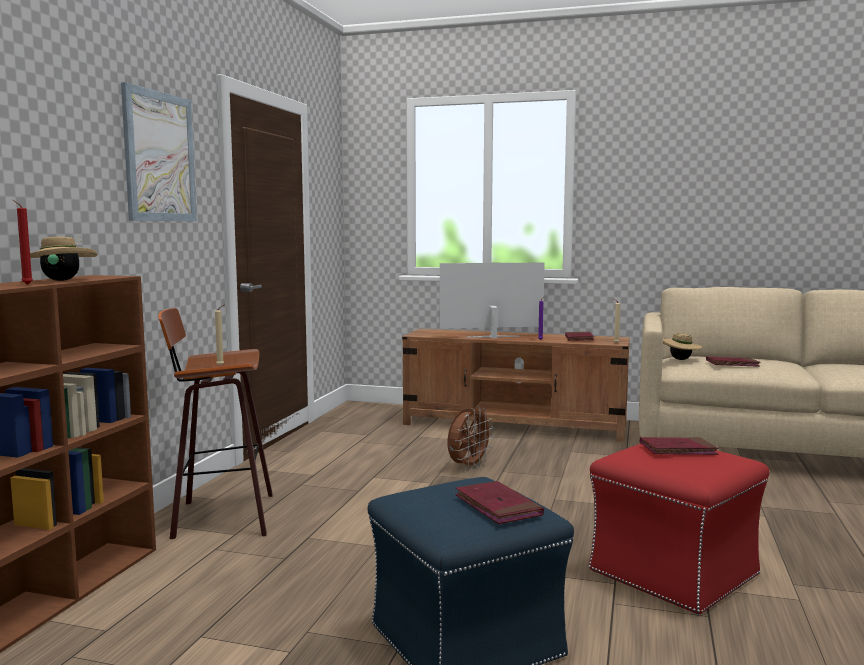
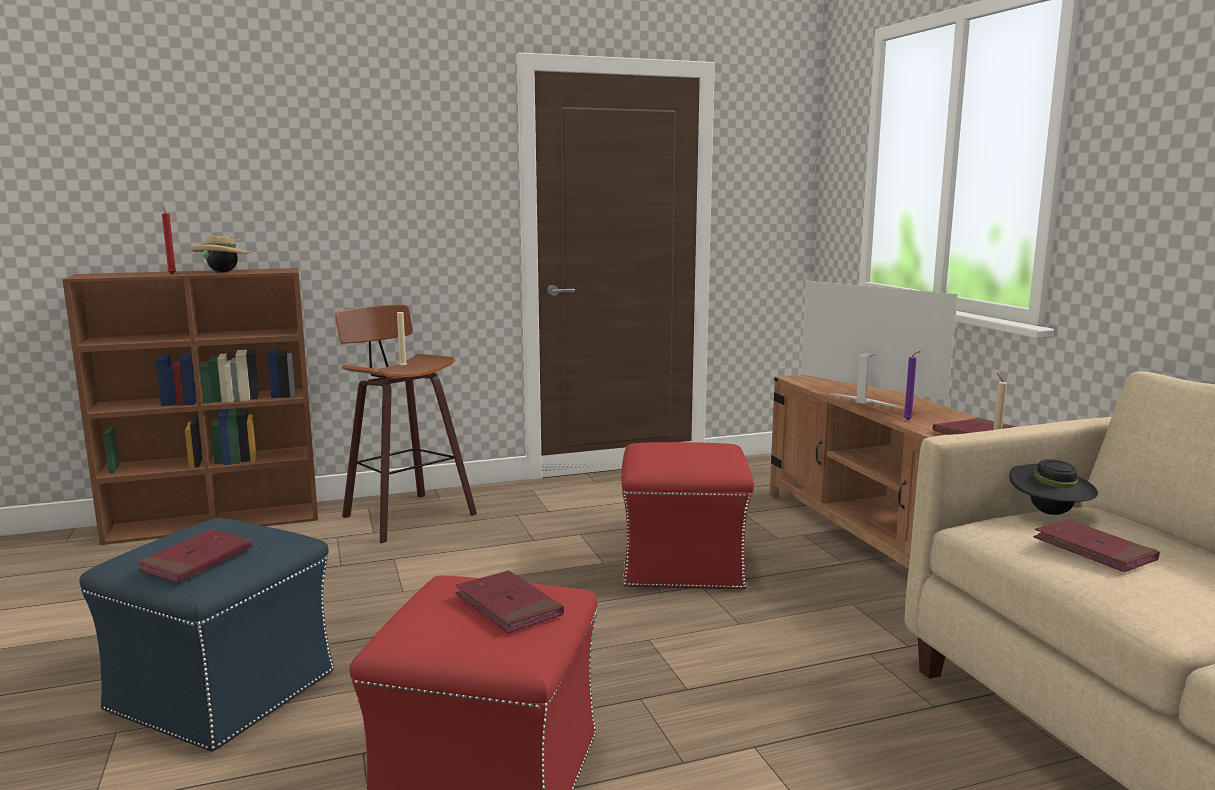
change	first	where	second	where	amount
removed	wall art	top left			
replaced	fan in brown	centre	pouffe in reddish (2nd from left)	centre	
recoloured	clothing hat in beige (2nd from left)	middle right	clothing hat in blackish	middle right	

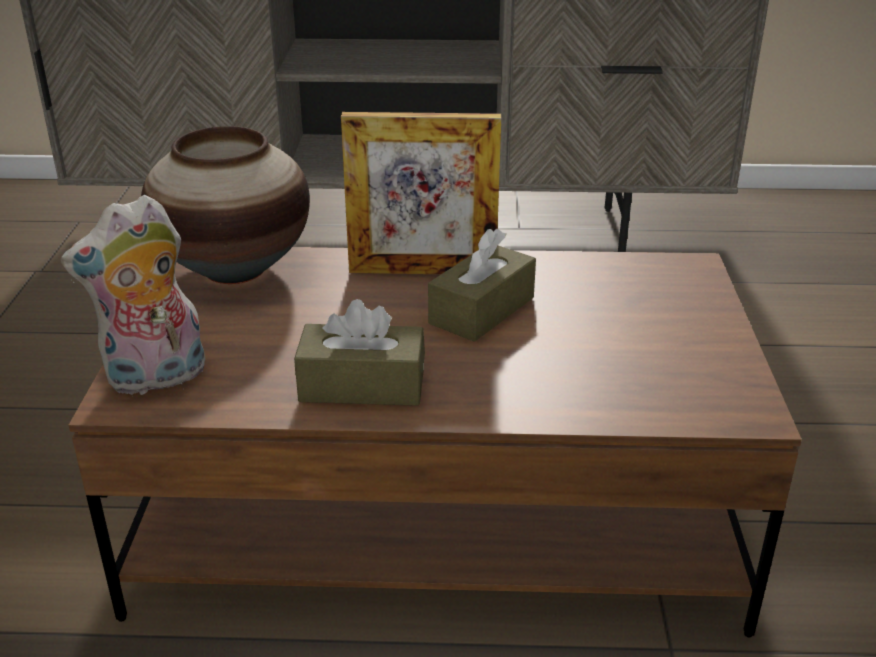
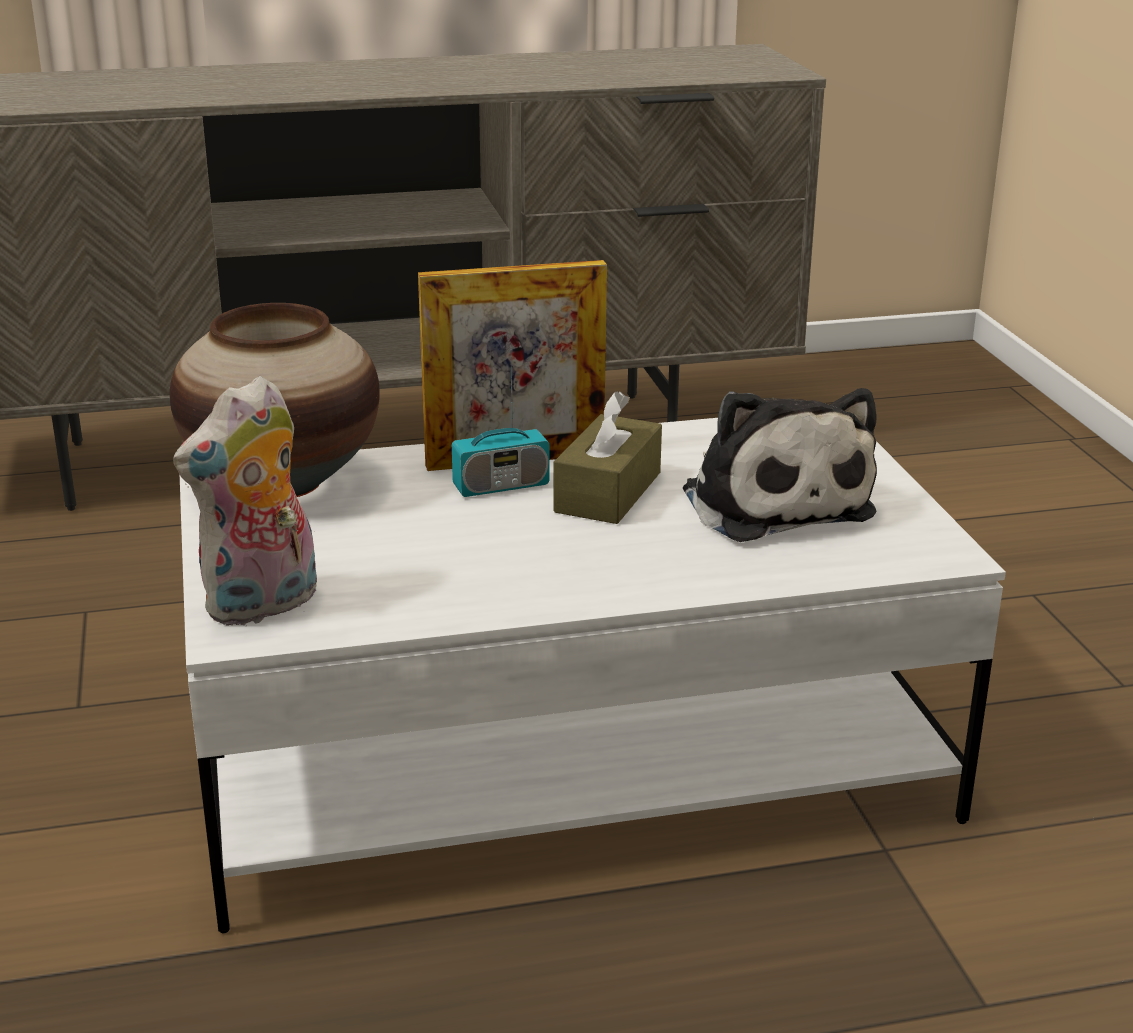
change	first	where	second	where	amount
recoloured	lounge table in brown	bottom centre	lounge table in whitish	centre	
removed	box of tissues in brown (1st from left)	centre			
added			radio	centre	
added			plush toy (2nd from left)	middle right	

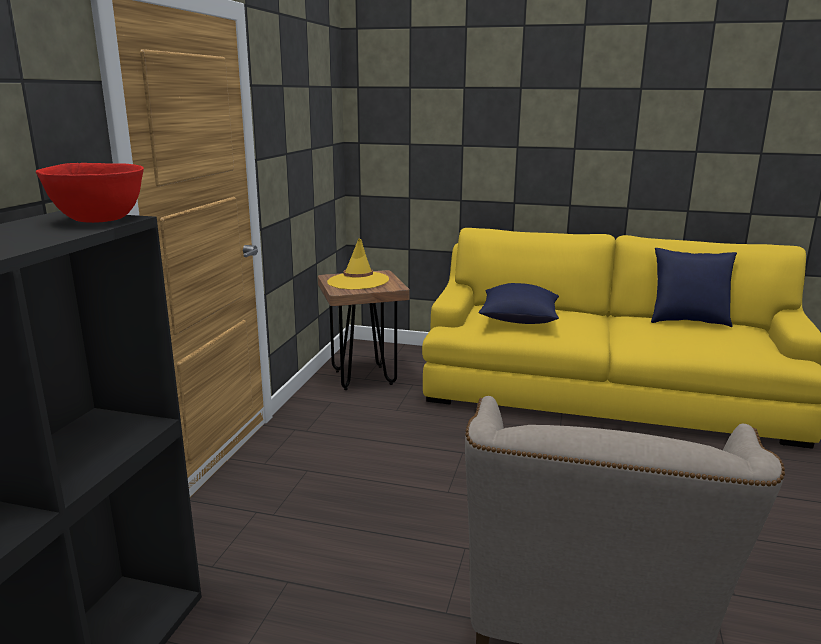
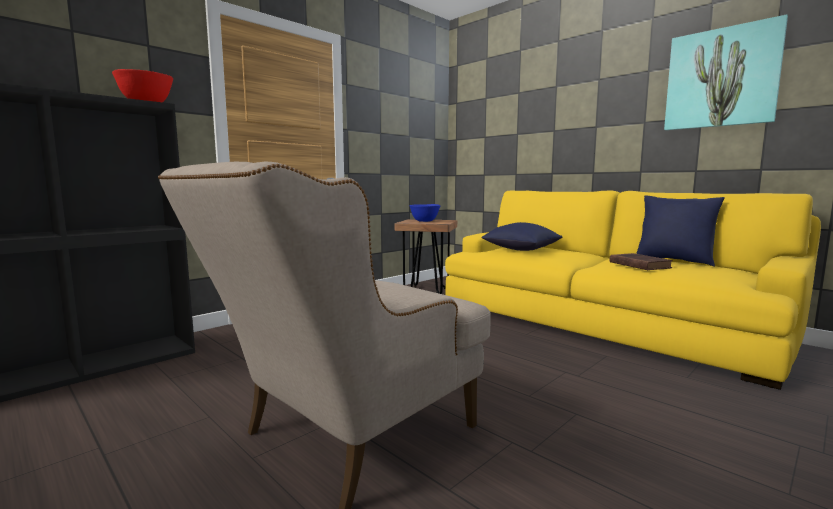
change	first	where	second	where	amount
replaced	clothing hat in yellow	centre	bowl in blue	centre	
added			bound book in brown	middle right	
added			wall art	top right	

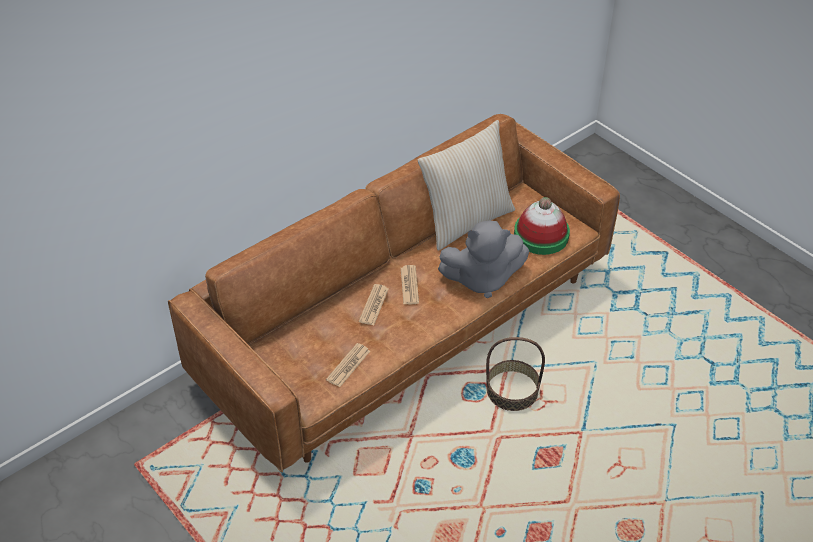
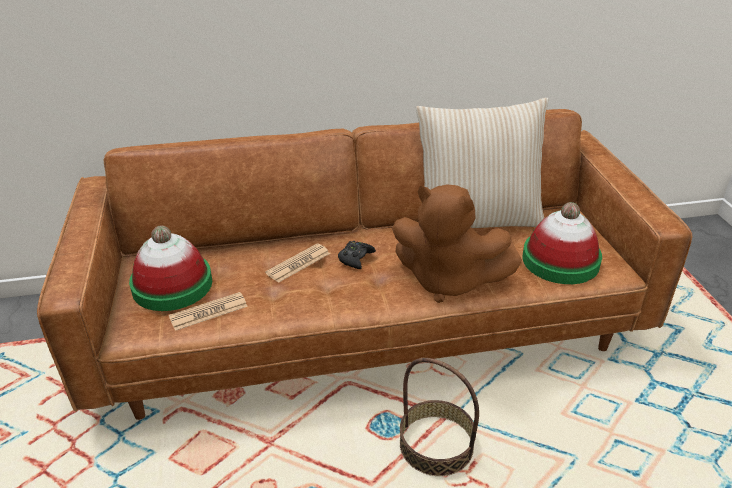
change	first	where	second	where	amount
replaced	newspaper (3rd from left)	centre	joypad in blackish	centre	
recoloured	plush toy in gray	centre	plush toy in brown	centre	
added			clothing hat (1st from left)	middle left	

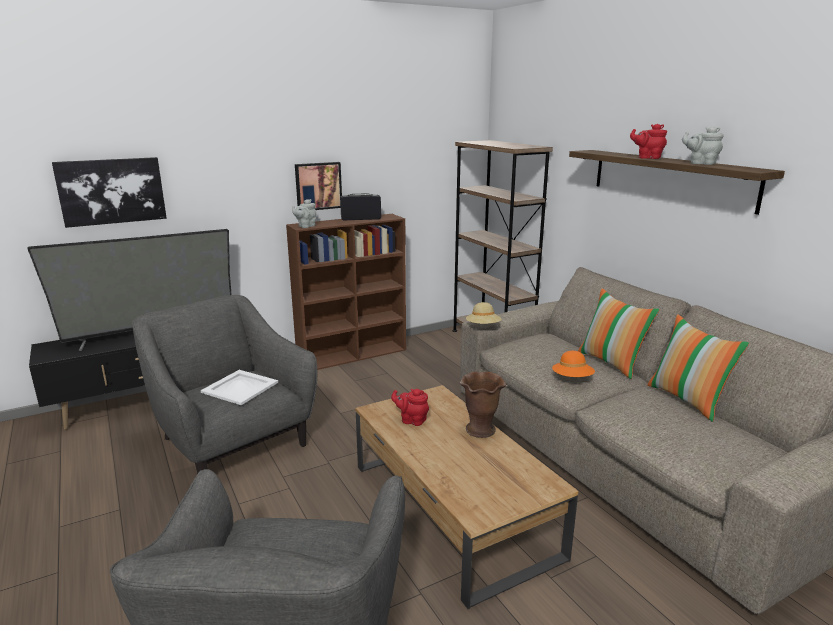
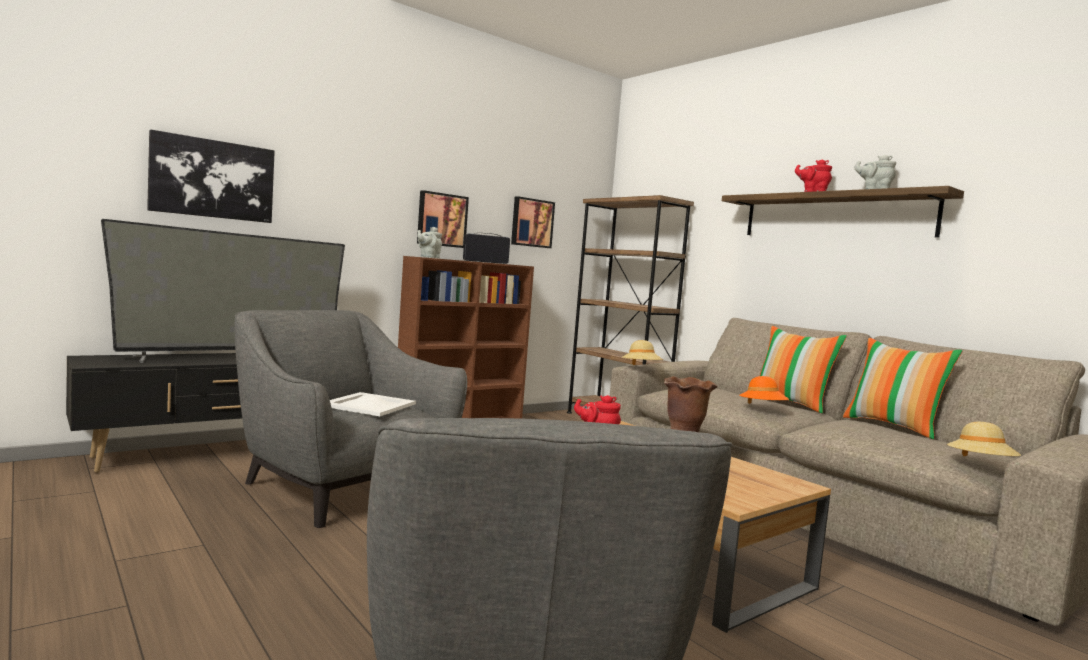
change	first	where	second	where	amount
added			wall art (3rd from left)	centre	
added			clothing hat in beige (2nd from left)	middle right	

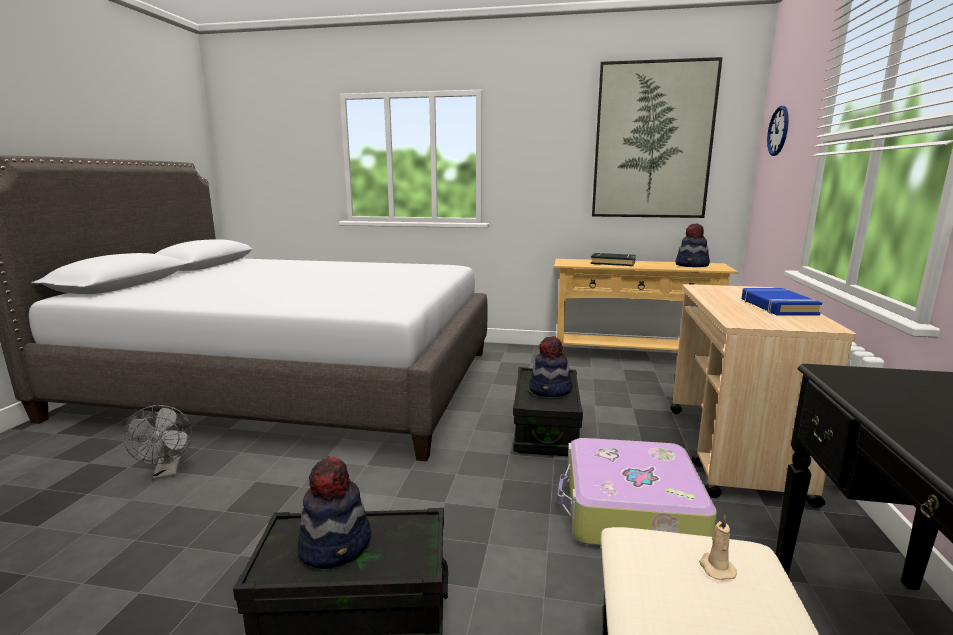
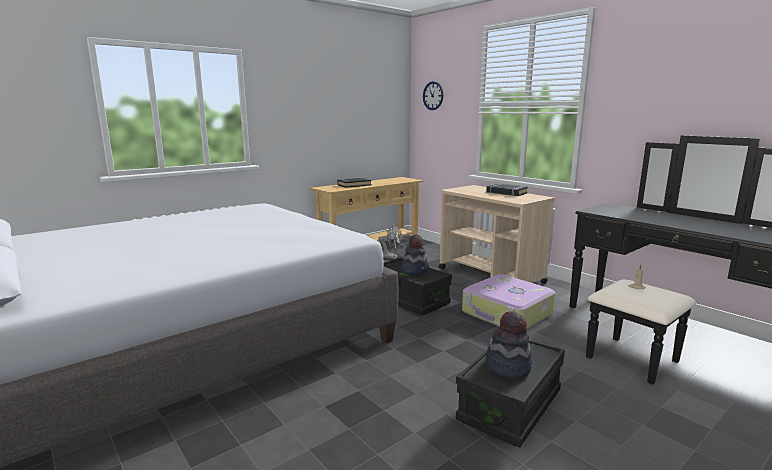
change	first	where	second	where	amount
moved	fan in gray	bottom left		centre	
removed	wall art	top right			
removed	clothing hat (3rd from left)	middle right			
recoloured	bound book in blue	middle right	bound book in blackish (2nd from left)	centre	

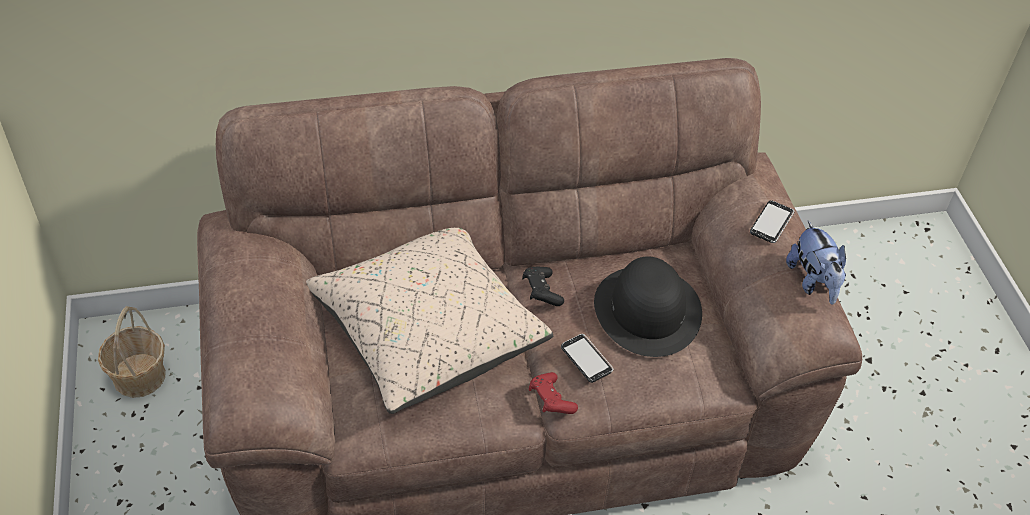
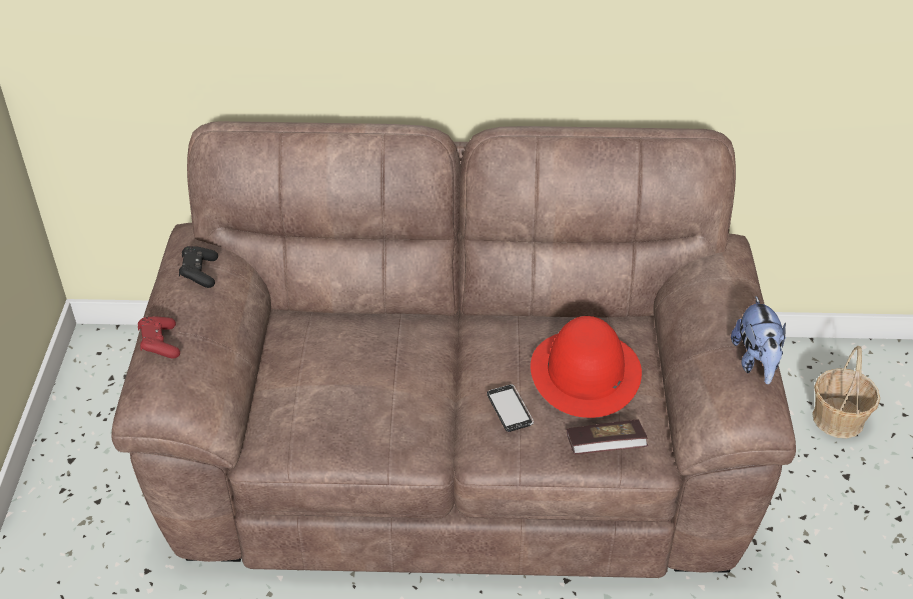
change	first	where	second	where	amount
moved	household basket	bottom left		middle right	
removed	cushion in beige	centre			
moved	joypad in blackish	centre		middle left	
moved	joypad in reddish	bottom centre		middle left	
recoloured	clothing hat in blackish	centre	clothing hat in reddish	centre	
removed	telephone (2nd from left)	middle right			
added			bound book	bottom centre	

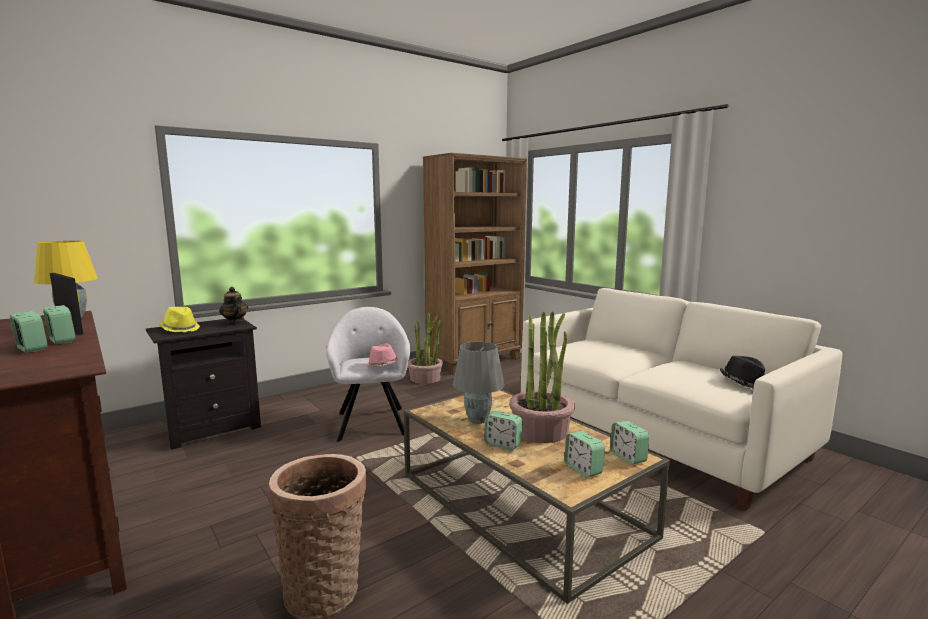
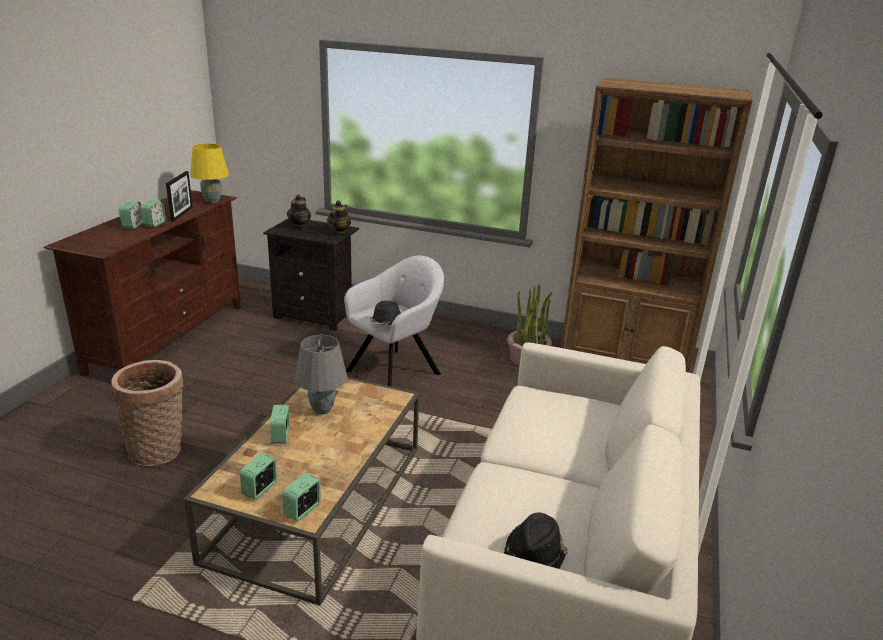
change	first	where	second	where	amount
replaced	clothing hat in yellow	middle left	pot for tea (1st from left)	top centre	
recoloured	clothing hat in pinkish	centre	clothing hat in blackish (1st from left)	centre	
removed	plant in a pot (2nd from left)	centre			

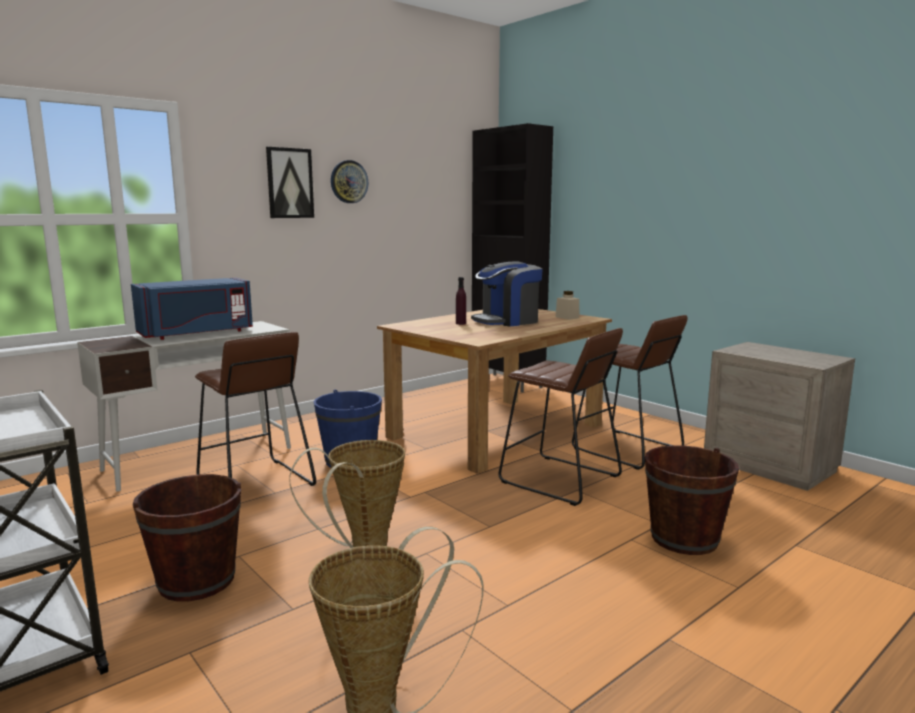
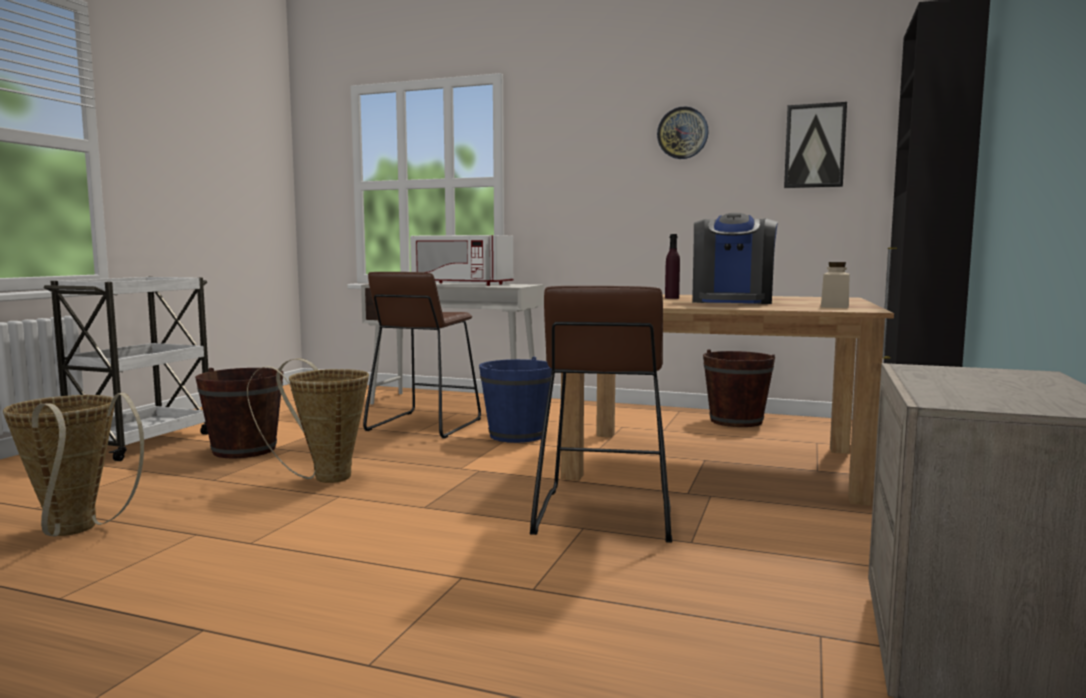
change	first	where	second	where	amount
recoloured	microwave in blue	middle left	microwave in whitish	centre	
moved	wall art	top left		top right	
turned	coffee maker	centre		middle right	105 degrees counterclockwise
removed	sitting stool in brown (3rd from left)	middle right			
moved	pail in brown (2nd from left)	bottom right		middle right	

